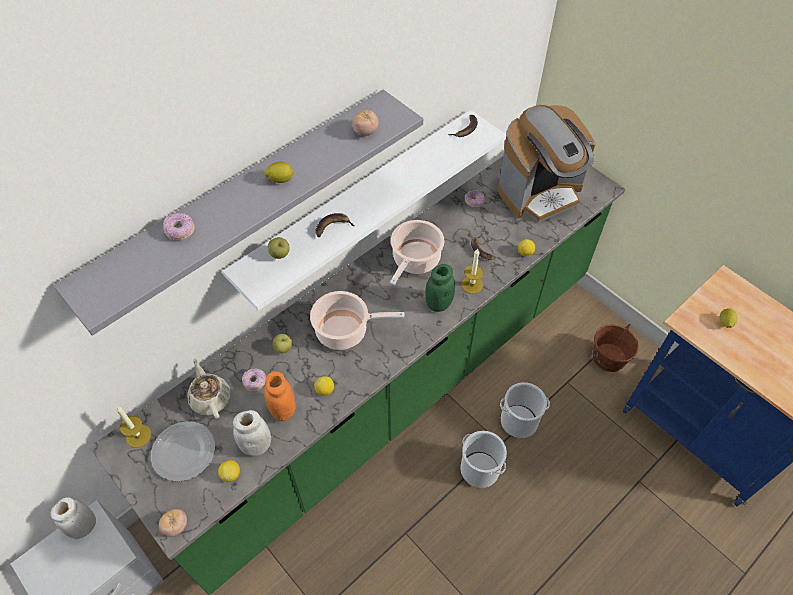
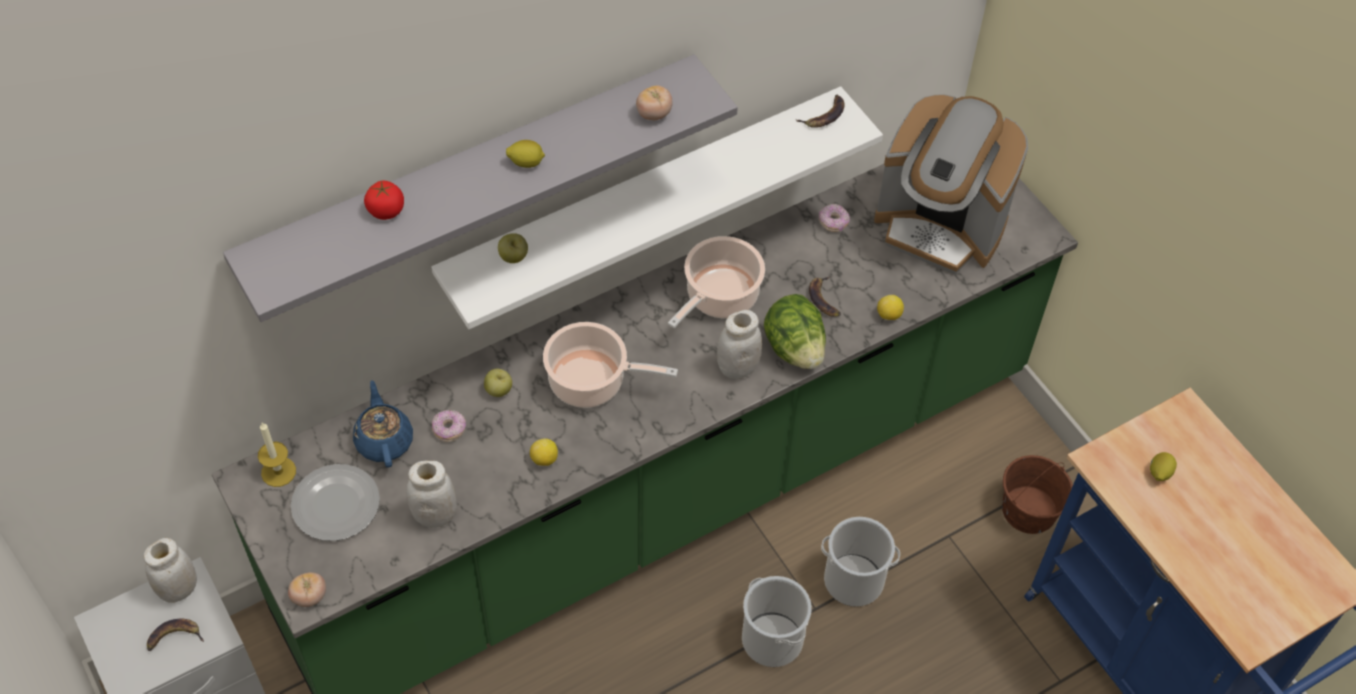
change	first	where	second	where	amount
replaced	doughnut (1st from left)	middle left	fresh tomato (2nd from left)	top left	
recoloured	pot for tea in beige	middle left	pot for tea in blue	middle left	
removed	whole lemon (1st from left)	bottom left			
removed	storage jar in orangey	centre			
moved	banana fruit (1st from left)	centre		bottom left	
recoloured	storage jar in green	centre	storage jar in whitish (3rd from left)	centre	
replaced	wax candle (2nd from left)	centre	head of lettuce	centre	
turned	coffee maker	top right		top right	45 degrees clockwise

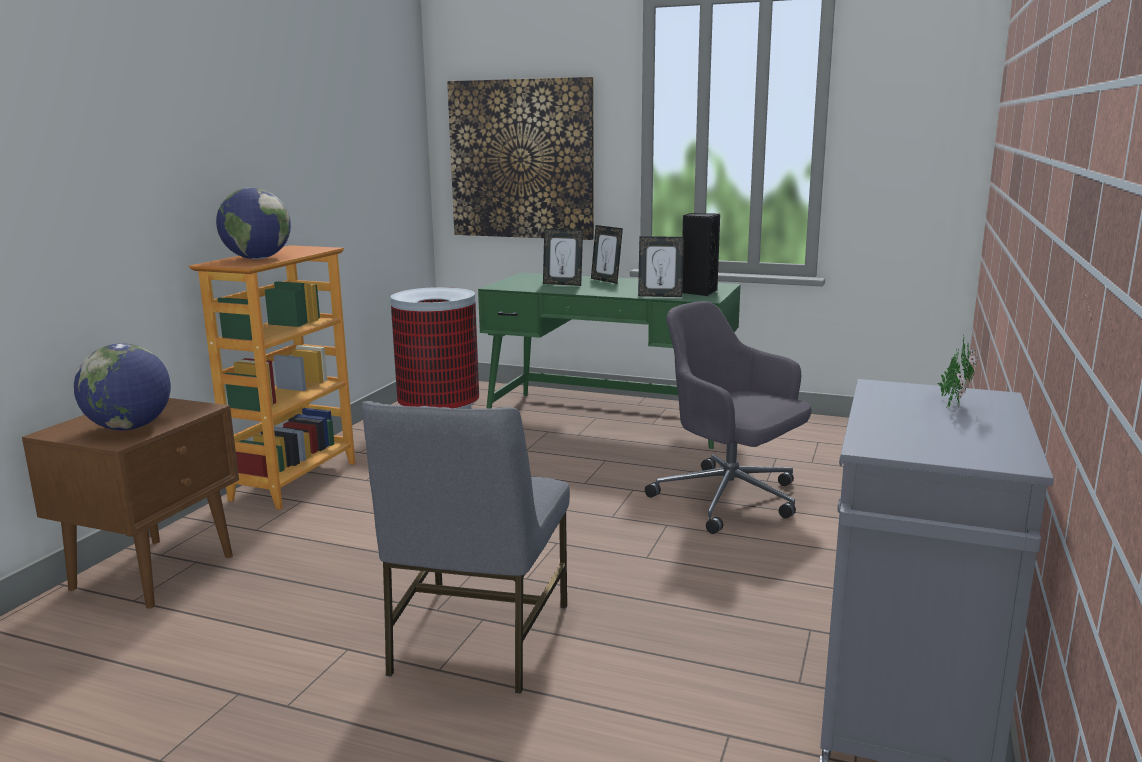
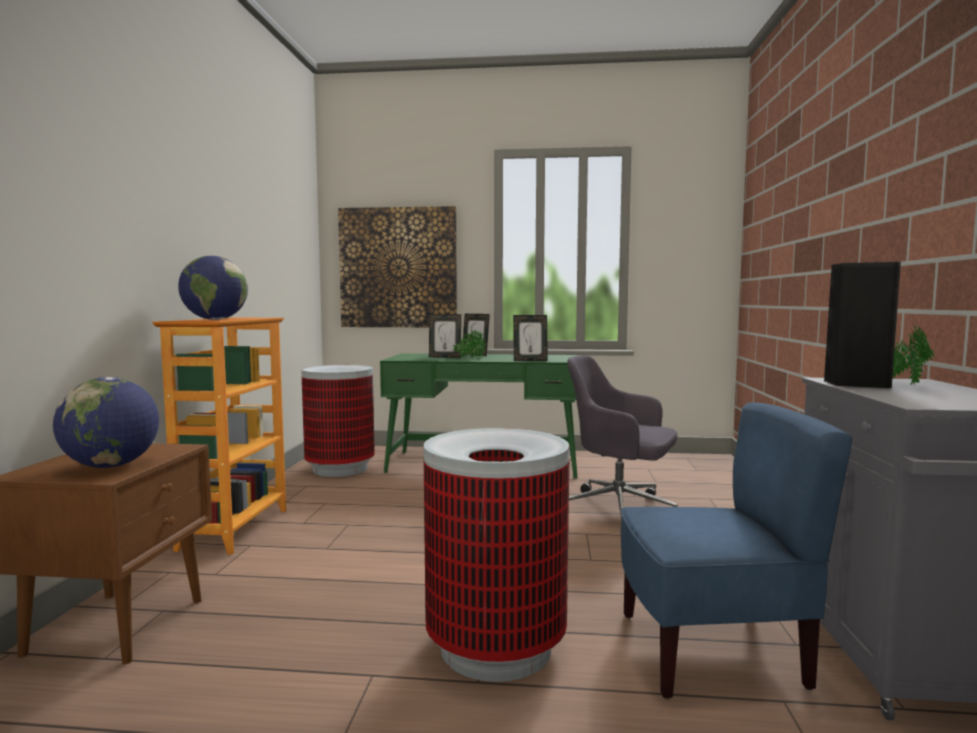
change	first	where	second	where	amount
replaced	upright chair in gray	bottom centre	trash can (2nd from left)	bottom centre	
moved	speaker in blackish	centre		middle right	
added			plant in a pot (1st from left)	centre	
added			upright chair in blue	bottom right	

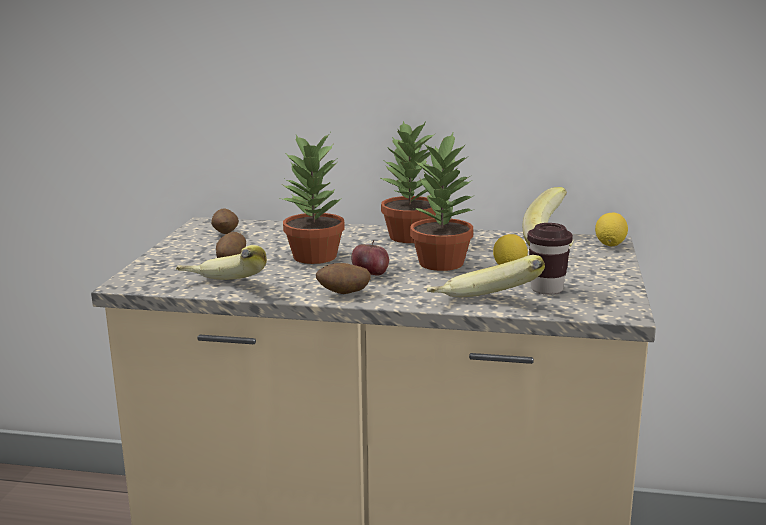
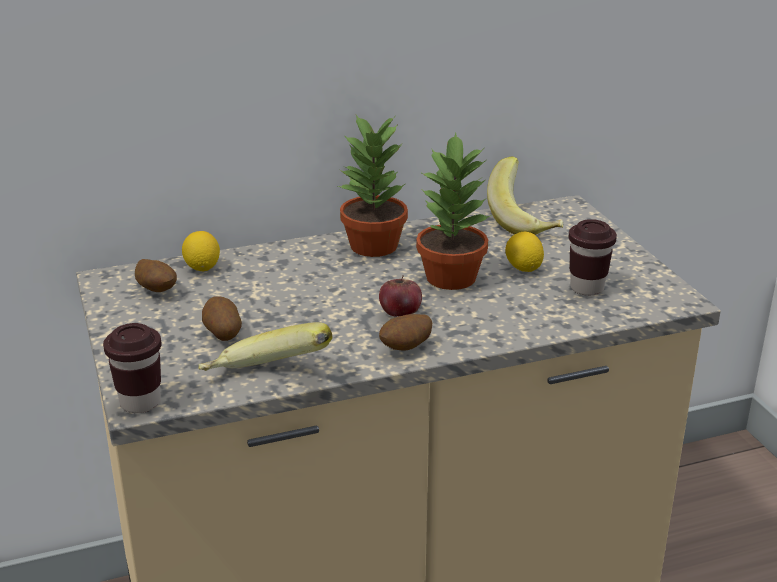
change	first	where	second	where	amount
removed	plant in a pot (1st from left)	centre			
removed	banana fruit (2nd from left)	centre			
moved	whole lemon (2nd from left in the first image)	middle right	whole lemon (1st from left)	middle left	
added			small cup in brown (1st from left)	middle left	

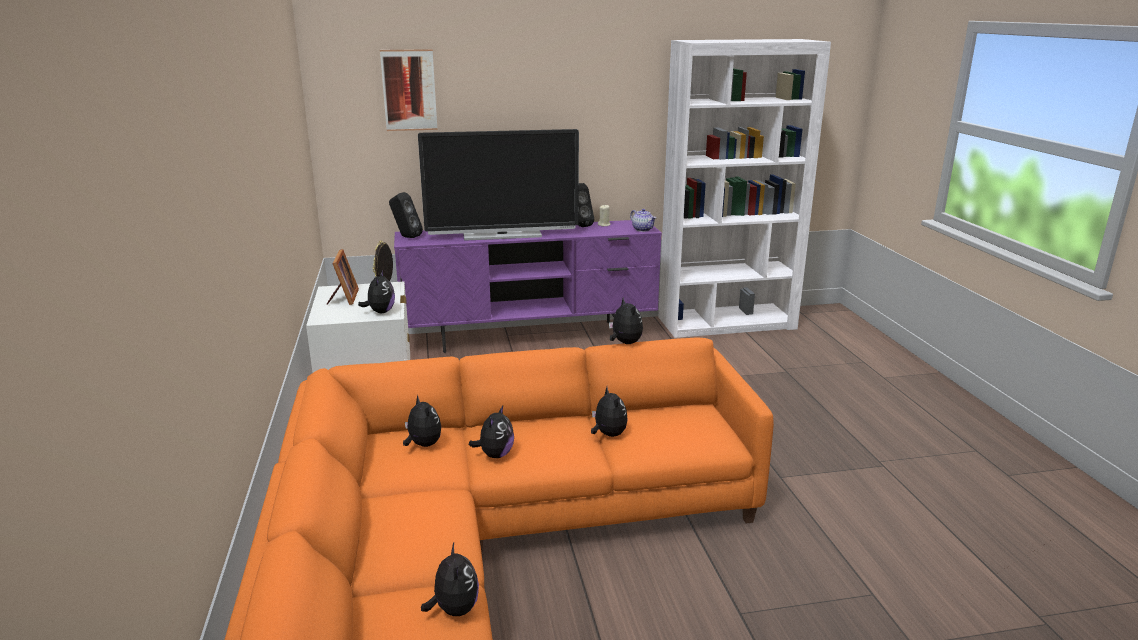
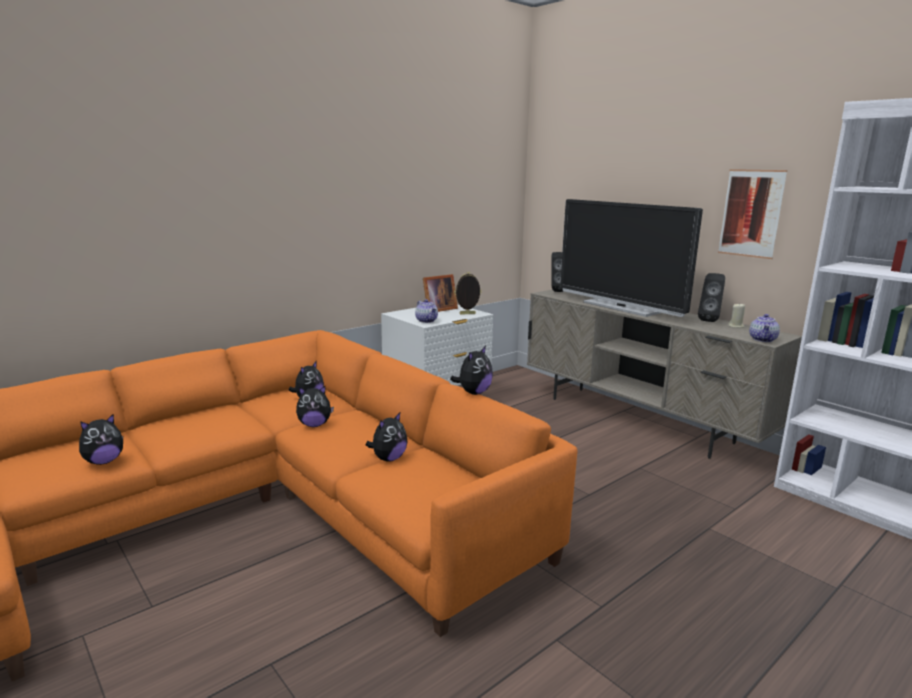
change	first	where	second	where	amount
replaced	plush toy (1st from left)	middle left	pot for tea (1st from left)	centre	
moved	wall art	top centre		top right	
recoloured	tv unit in purple	centre	tv unit in beige	middle right	

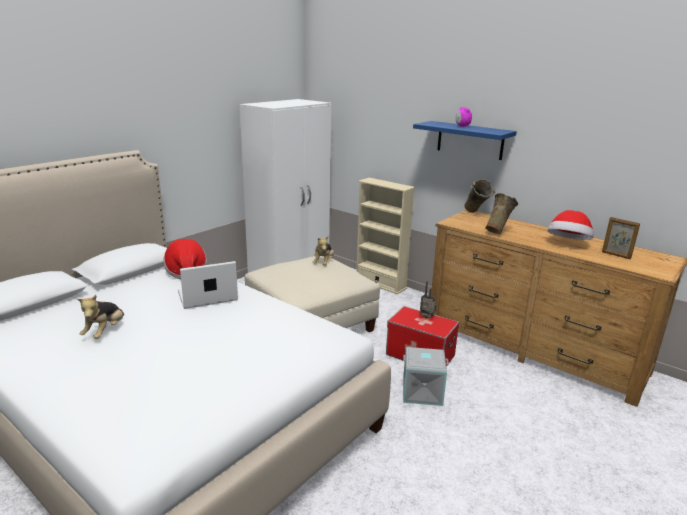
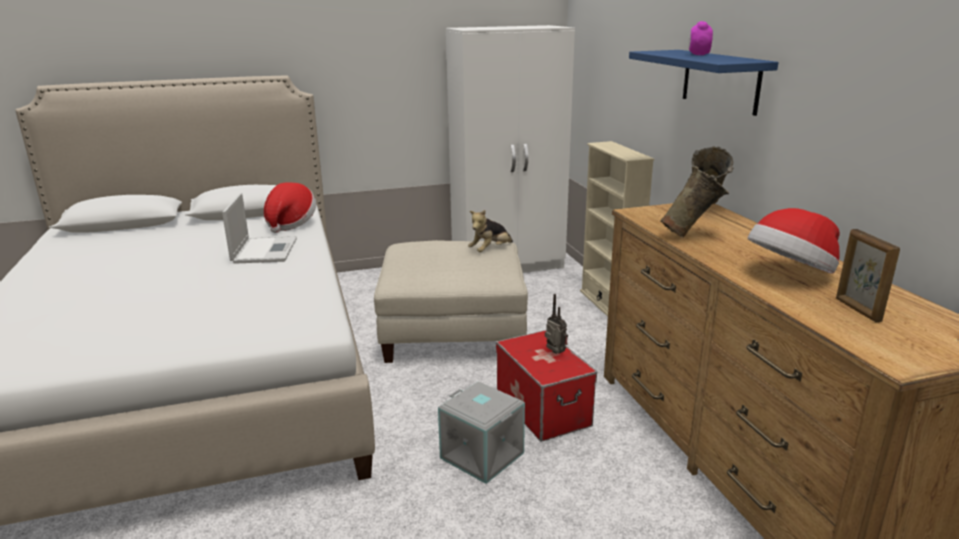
change	first	where	second	where	amount
removed	plush toy (1st from left)	middle left			
turned	notebook computer	middle left		middle left	75 degrees clockwise

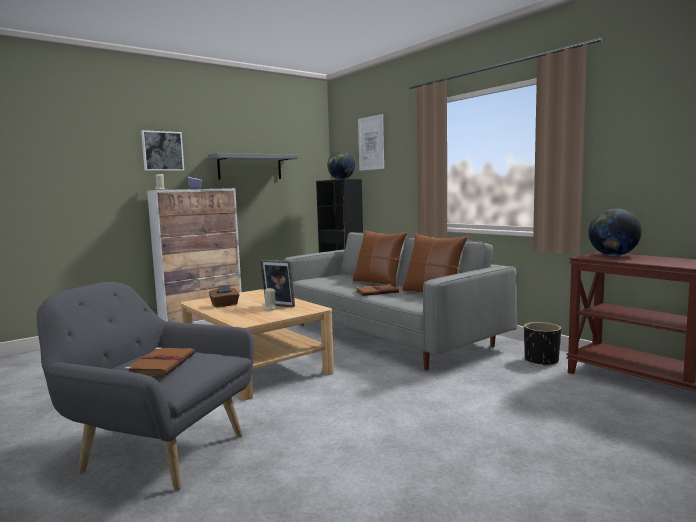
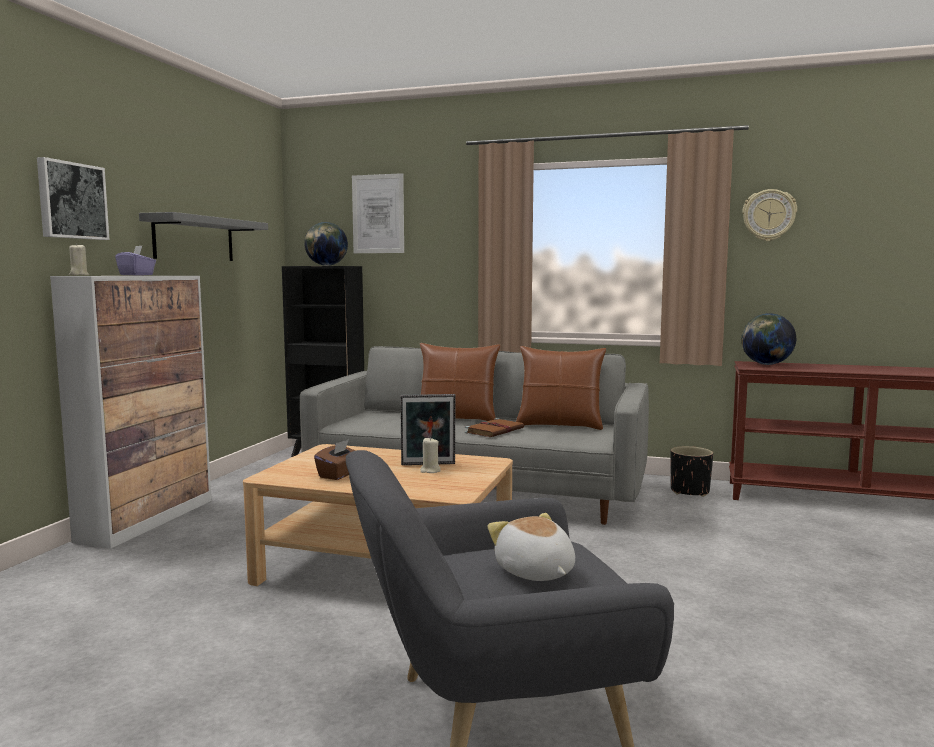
change	first	where	second	where	amount
replaced	bound book in brown (1st from left)	bottom left	plush toy	bottom centre	
added			clock on the wall	top right	

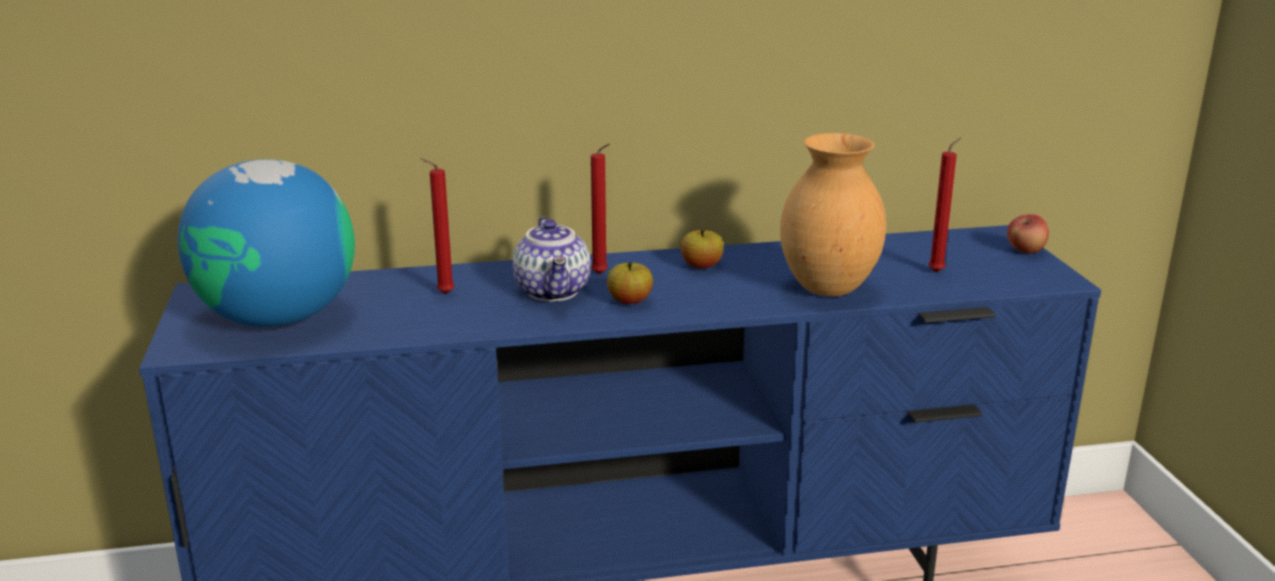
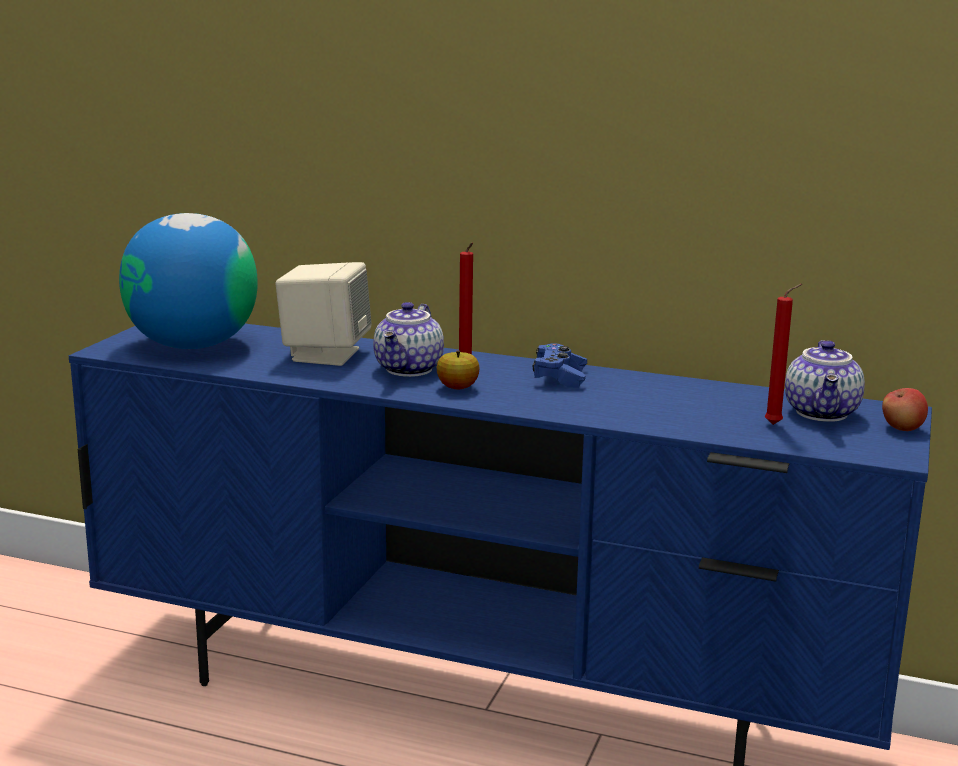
change	first	where	second	where	amount
replaced	wax candle in reddish (1st from left)	centre	speaker in beige	centre	
replaced	whole apple (2nd from left)	centre	joypad in blue	centre	
removed	flower vase in brown	centre			
added			pot for tea (2nd from left)	middle right	

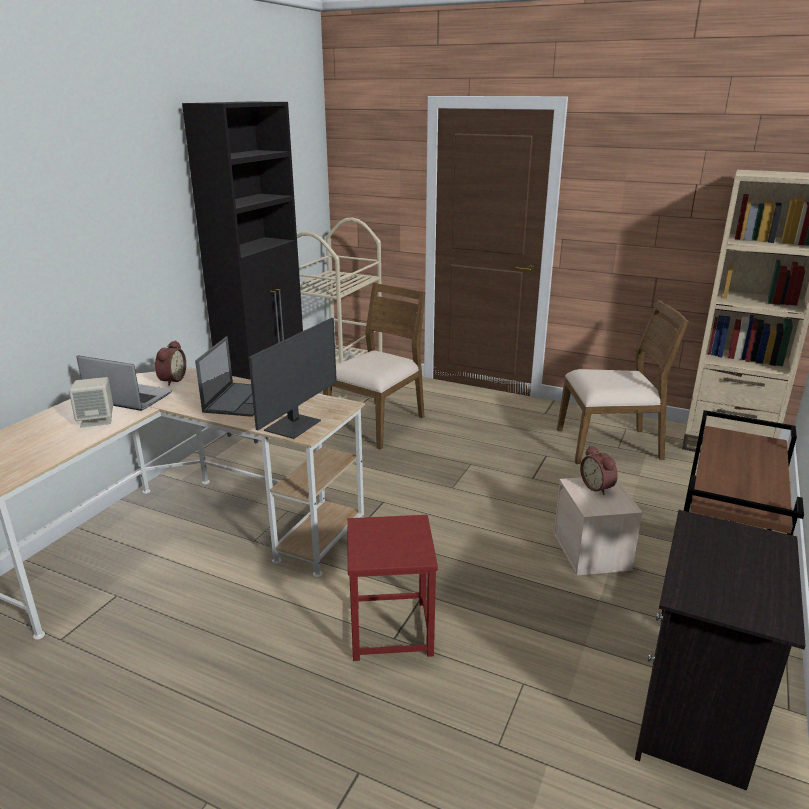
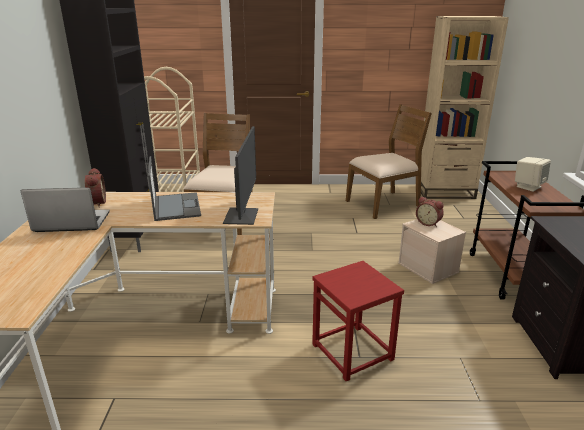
change	first	where	second	where	amount
moved	speaker in beige	middle left		middle right	

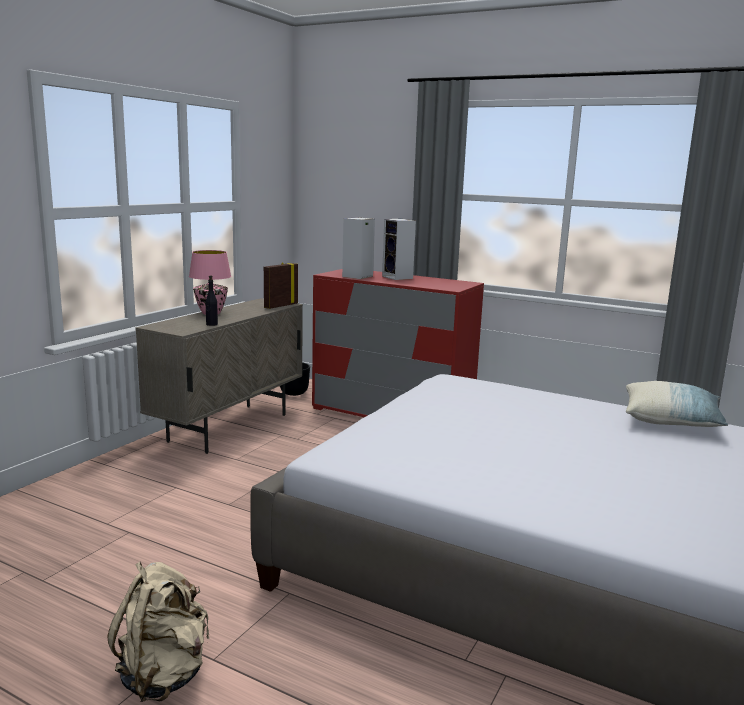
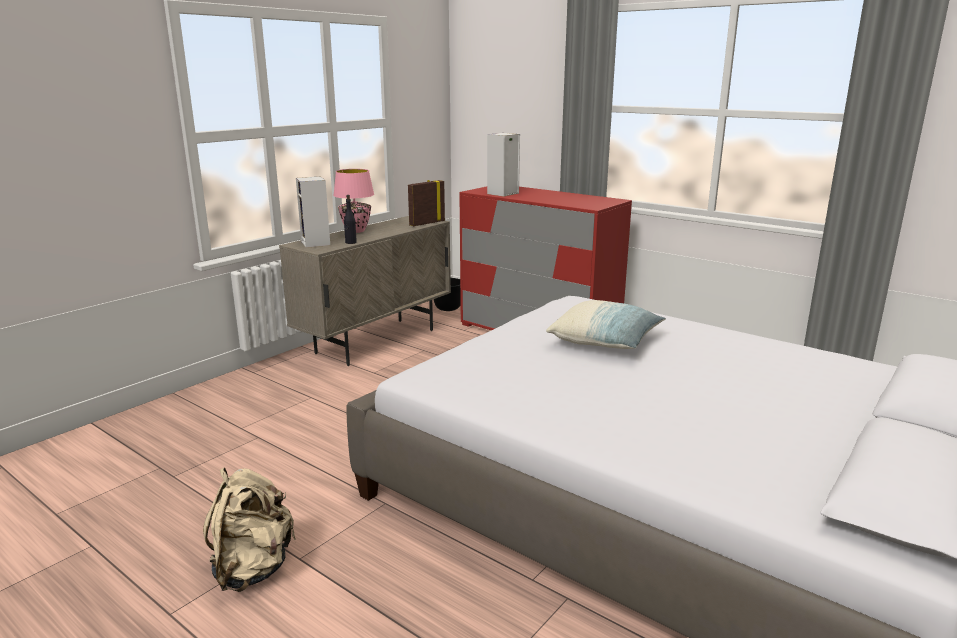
change	first	where	second	where	amount
moved	speaker (2nd from left in the first image)	centre	speaker (1st from left)	top left	
moved	cushion	middle right		centre	

